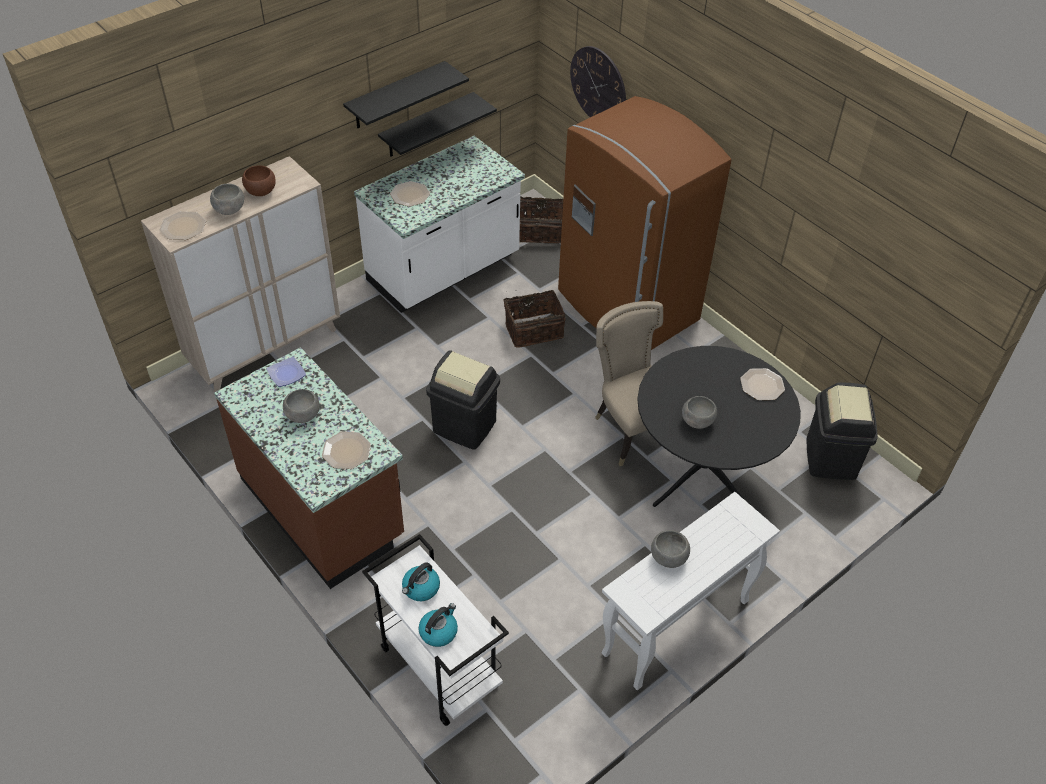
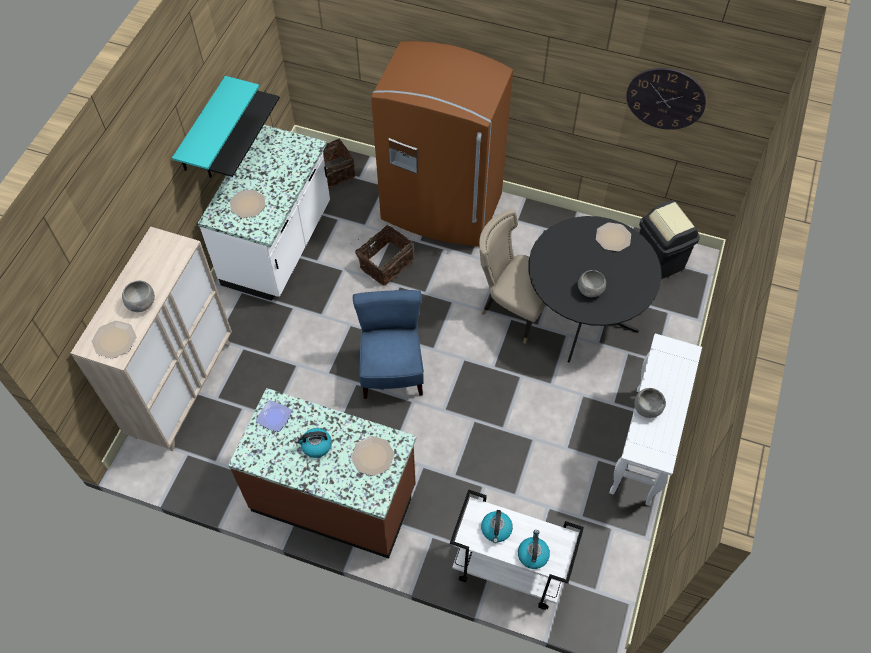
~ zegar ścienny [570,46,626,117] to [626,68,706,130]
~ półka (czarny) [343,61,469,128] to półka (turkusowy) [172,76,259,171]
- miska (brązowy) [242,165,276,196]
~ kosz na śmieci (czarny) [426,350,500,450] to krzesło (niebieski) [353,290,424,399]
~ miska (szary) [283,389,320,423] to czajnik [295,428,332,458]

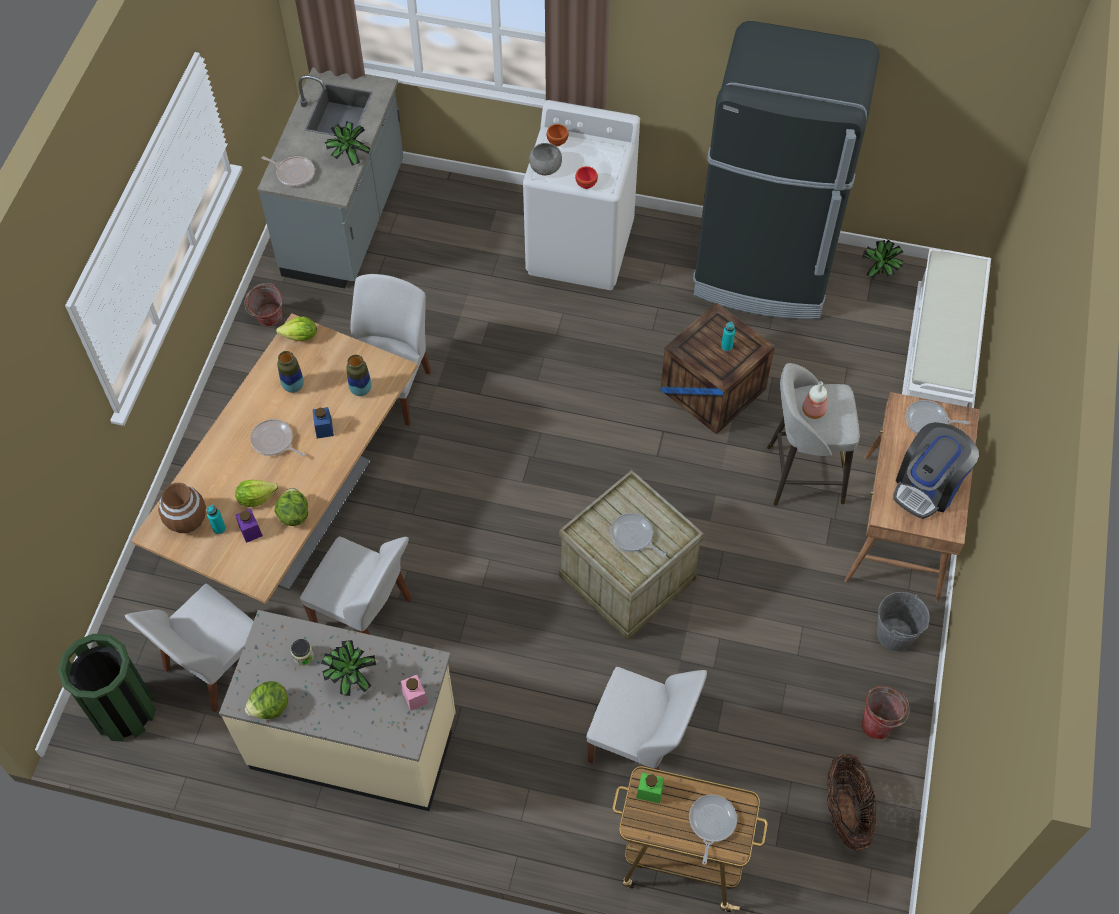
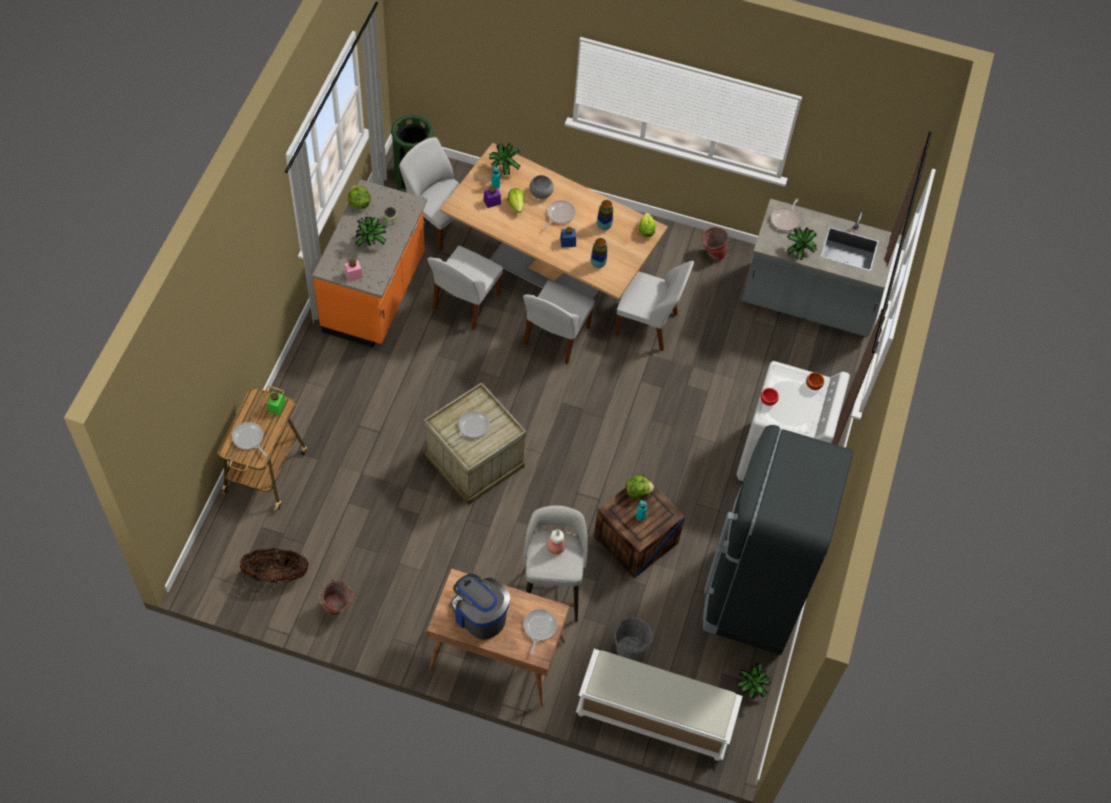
~ miska (szary) [529,143,562,175] to [530,175,554,199]
~ wazon (brązowy) [158,483,206,533] to roślina doniczkowa [489,143,521,175]
~ sałata [274,488,308,526] to [626,475,654,499]
~ wiadro (szary) [877,592,930,651] to [614,617,652,661]
~ zabudowa kuchenna (beżowy) [219,610,456,811] to zabudowa kuchenna (pomarańczowy) [312,180,427,347]
~ krzesło (biały) [586,667,707,770] to [523,280,595,364]
~ patelnia [689,795,737,865] = [232,422,267,456] 150 degrees counterclockwise

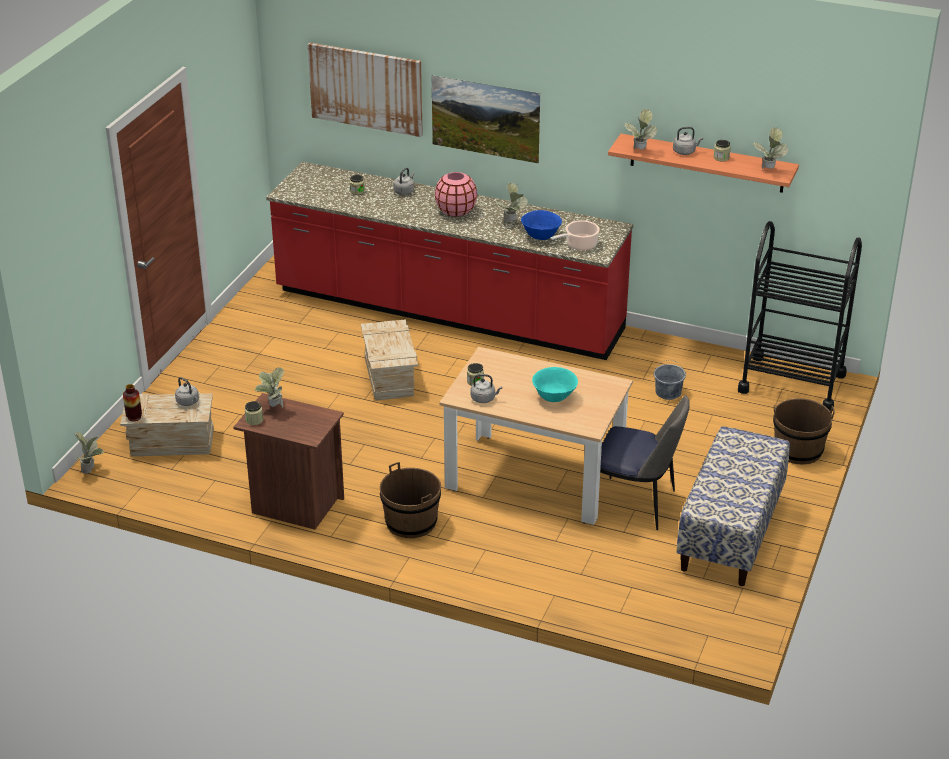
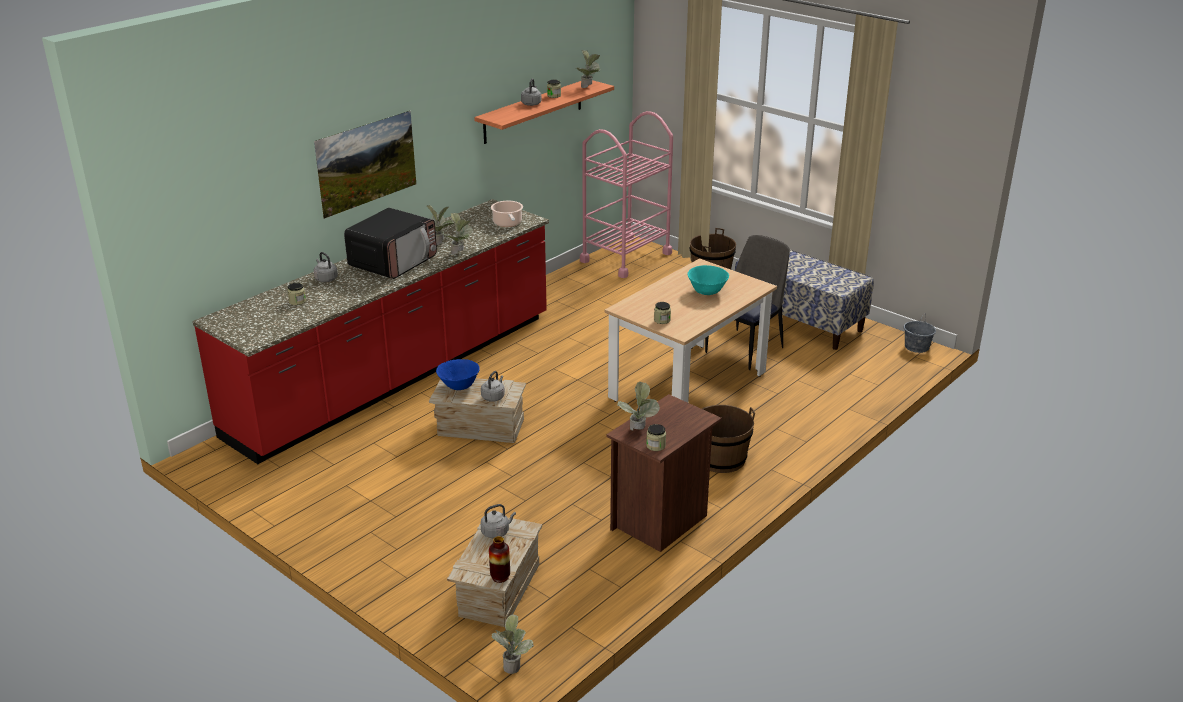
- obraz [307,42,423,137]
~ roślina doniczkowa [624,109,657,149] to [443,213,473,255]
~ wazon (różowy) [435,172,477,217] to mikrofalówka [344,208,437,279]
~ miska (niebieski) [521,210,562,240] to [436,359,480,390]
~ wózek (czarny) [738,221,862,411] to wózek (różowy) [580,111,673,278]
~ wiadro (szary) [654,360,686,400] to [904,313,936,353]
~ czajnik (szary) [471,374,502,403] to [481,371,505,402]

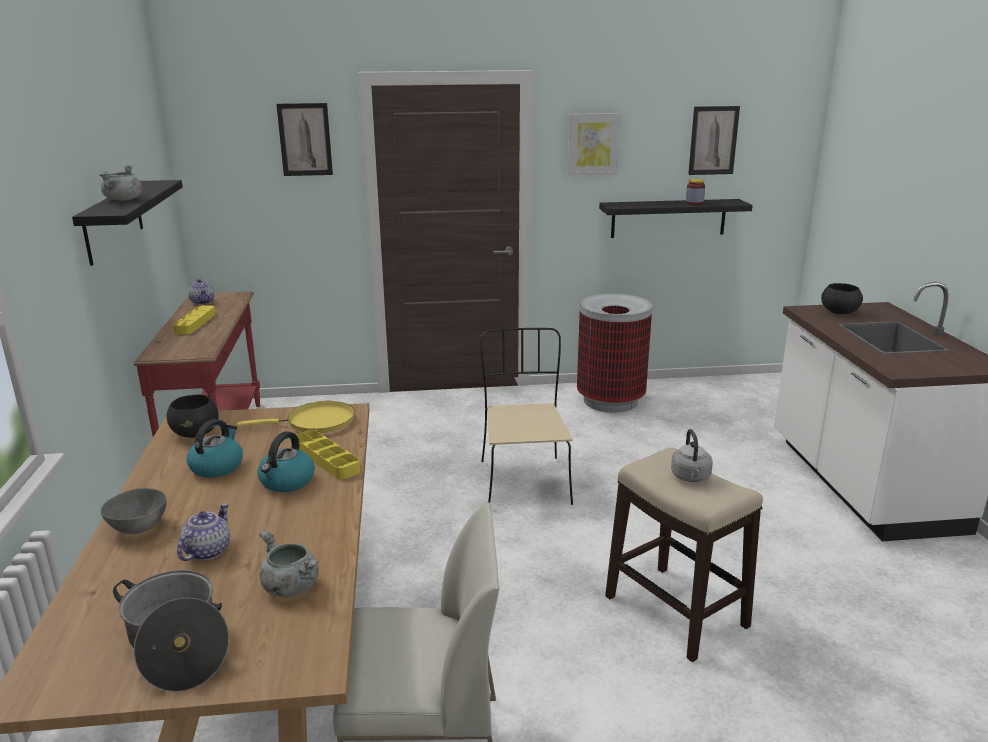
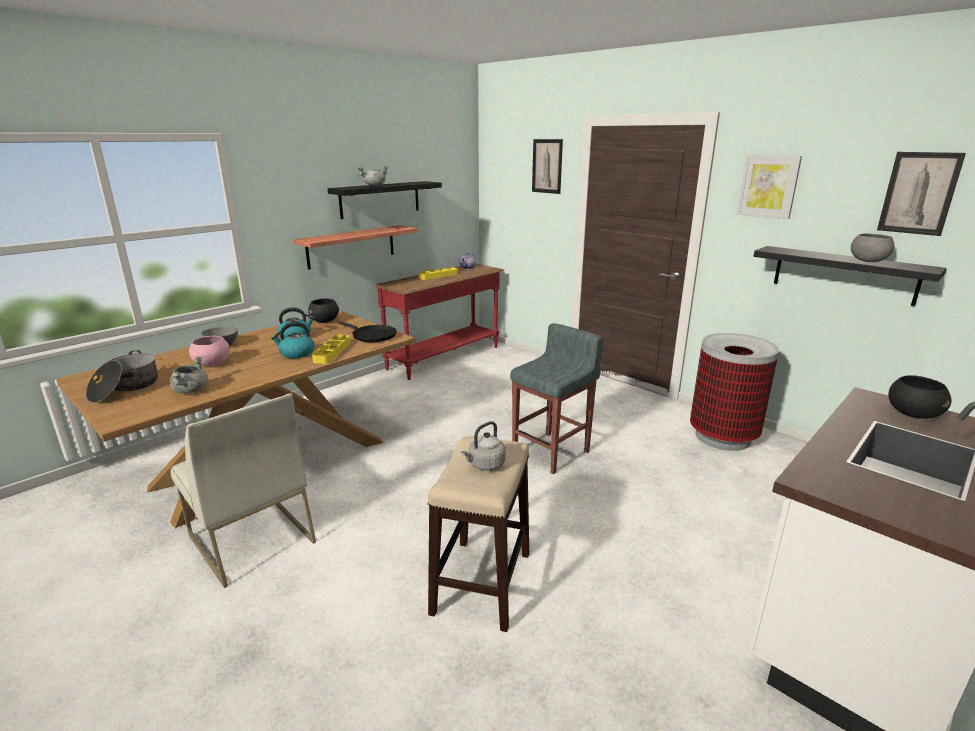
~ słoik [686,179,705,205] to miska (szary) [851,233,894,262]
~ krzesło (beżowy) [480,328,573,505] to stołek (szary) [510,323,604,474]
~ patelnia (żółty) [237,401,355,433] to patelnia (czarny) [339,322,397,342]
~ imbryk [177,503,230,561] to miska (różowy) [189,336,230,366]
+ półka [293,225,418,270]

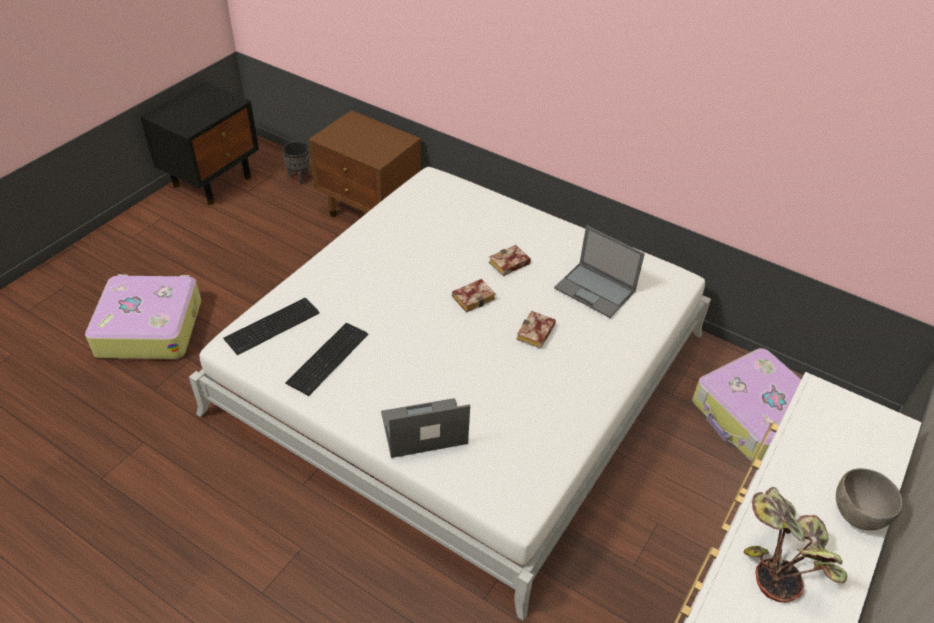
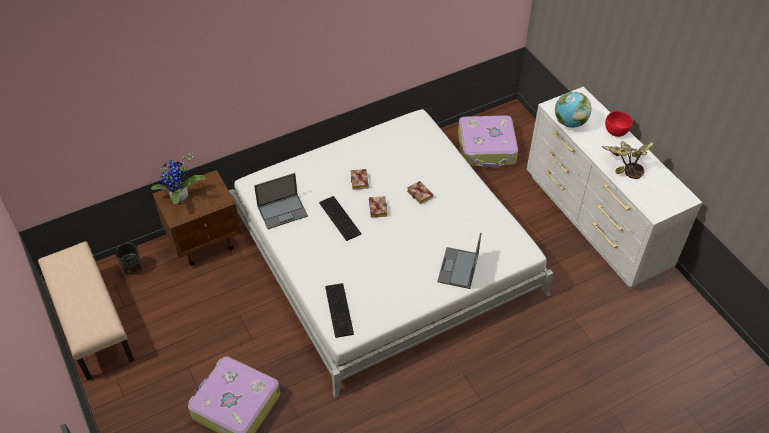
~ szafka nocna (czarny) [140,81,259,205] to ławka (beżowy) [38,241,134,380]
~ laptop [554,226,645,318] to [254,173,308,229]
~ klawiatura [285,323,368,396] to [319,196,361,241]
~ miska (szary) [836,468,903,531] to miska (czerwony) [605,111,633,137]
+ globus [555,92,592,128]
+ roślina doniczkowa [151,152,206,204]

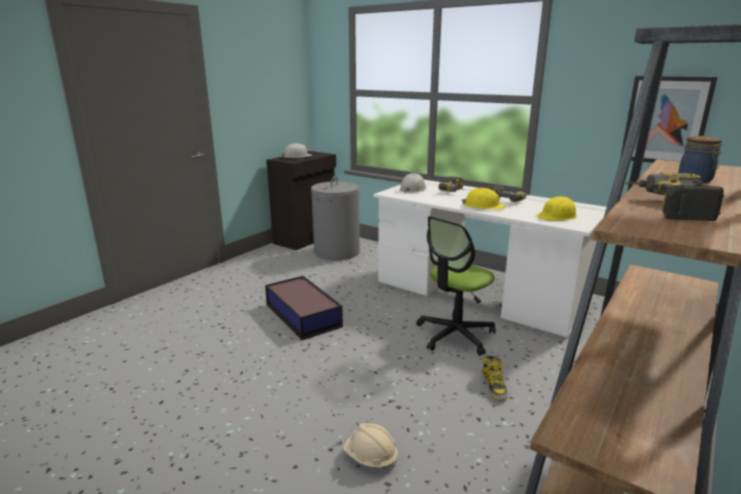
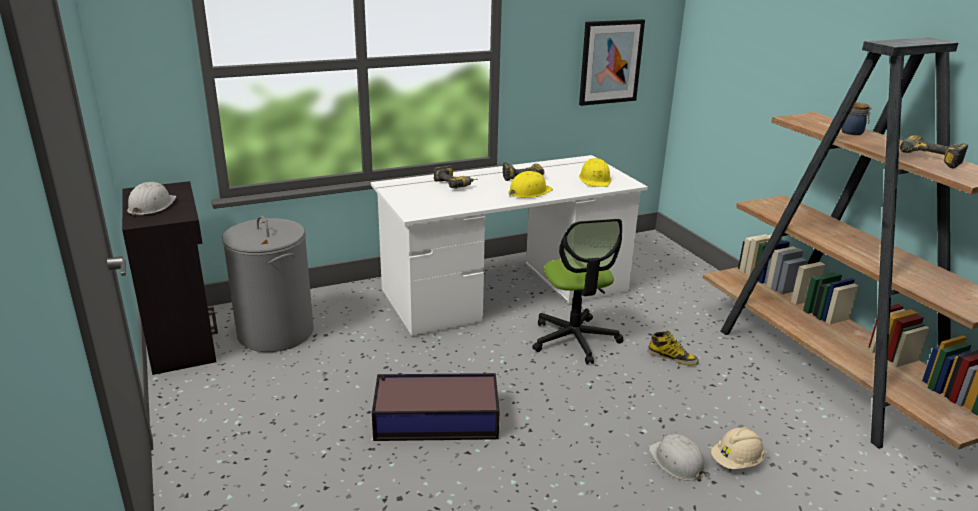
~ kask (biały) [399,173,427,194] to [648,434,706,482]

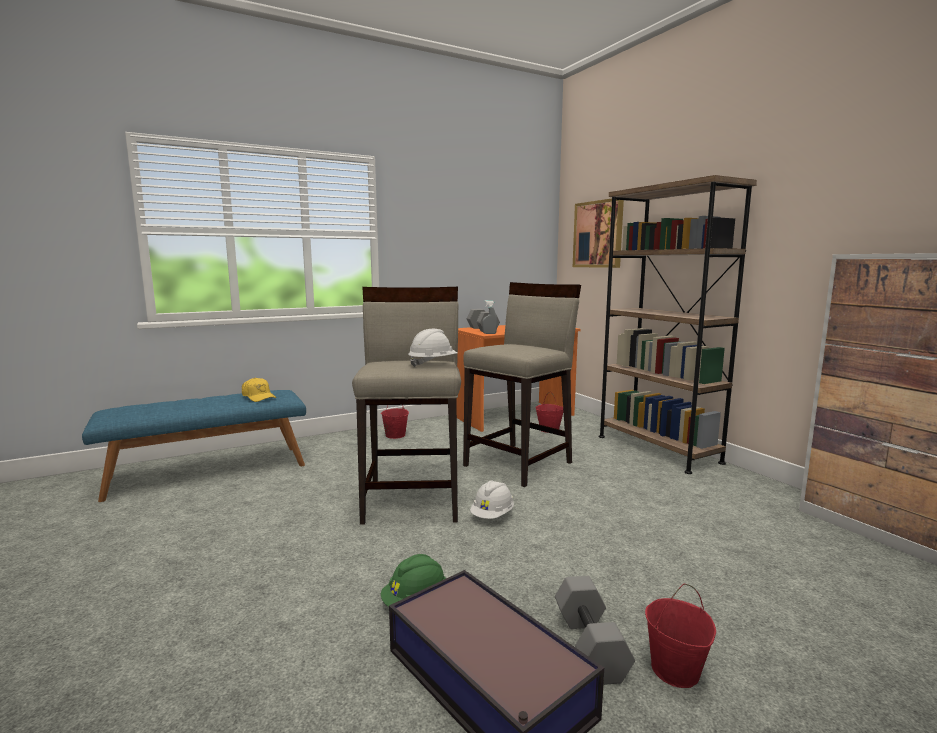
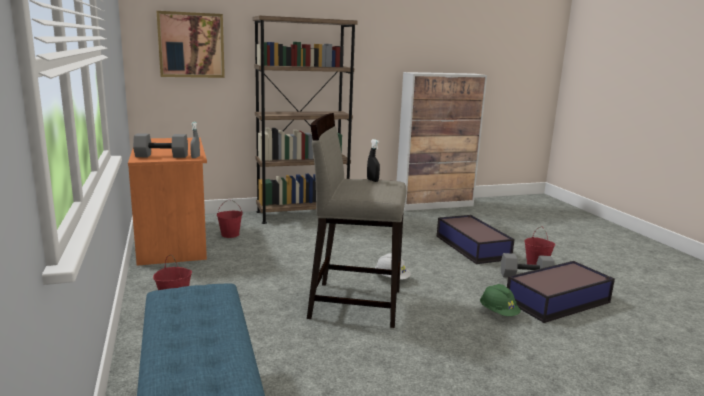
- stołek (beżowy) [463,282,581,487]
~ kask (biały) [408,329,458,367] to spryskiwacz (czarny) [367,139,380,182]
- czapka z daszkiem (żółty) [242,377,276,402]
+ pojemnik do przechowywania [437,215,515,264]

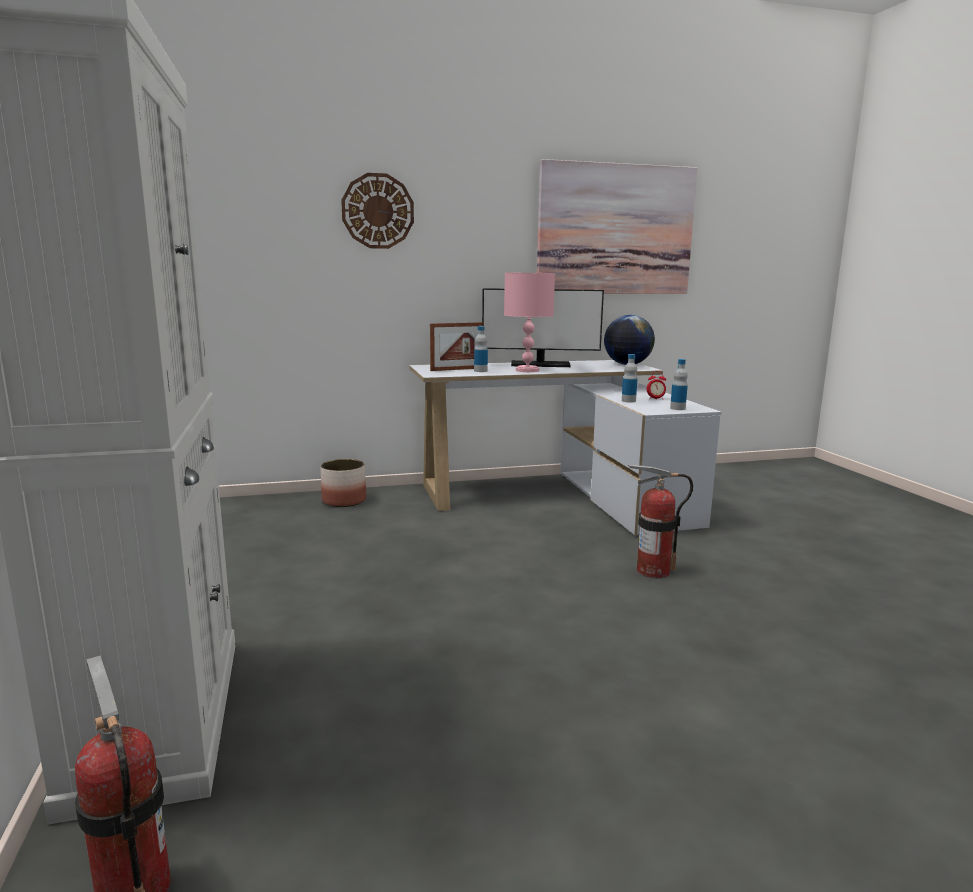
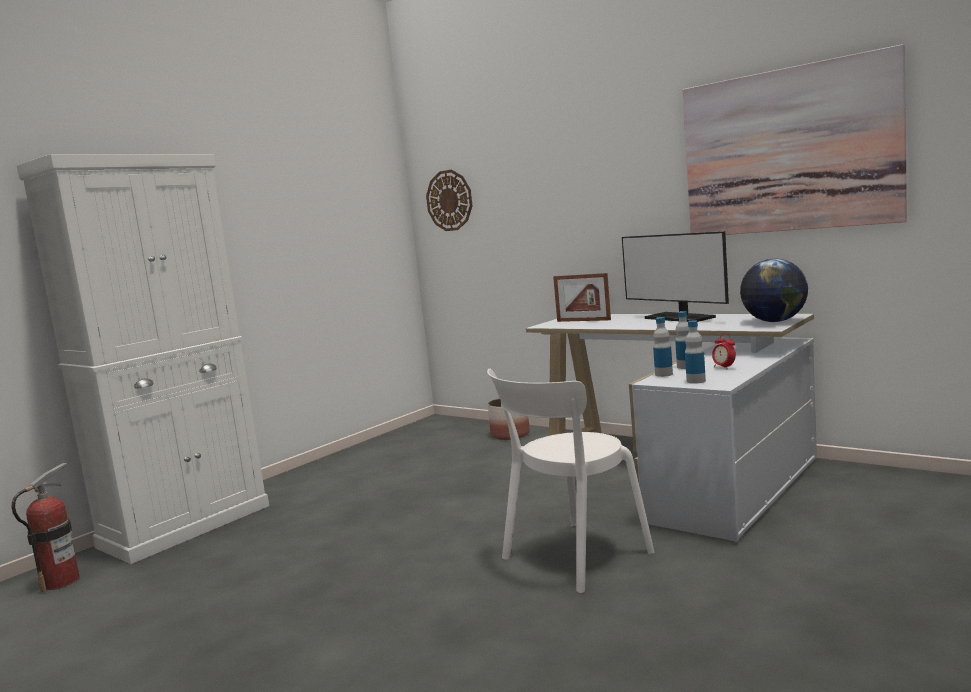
~ zegar ścienny [341,173,414,249] to [426,170,472,231]
- lampa stołowa (różowy) [504,273,555,372]
~ butelka [474,326,488,372] to [653,317,673,377]
~ gaśnica [628,464,693,578] to krzesło (biały) [487,369,654,593]

